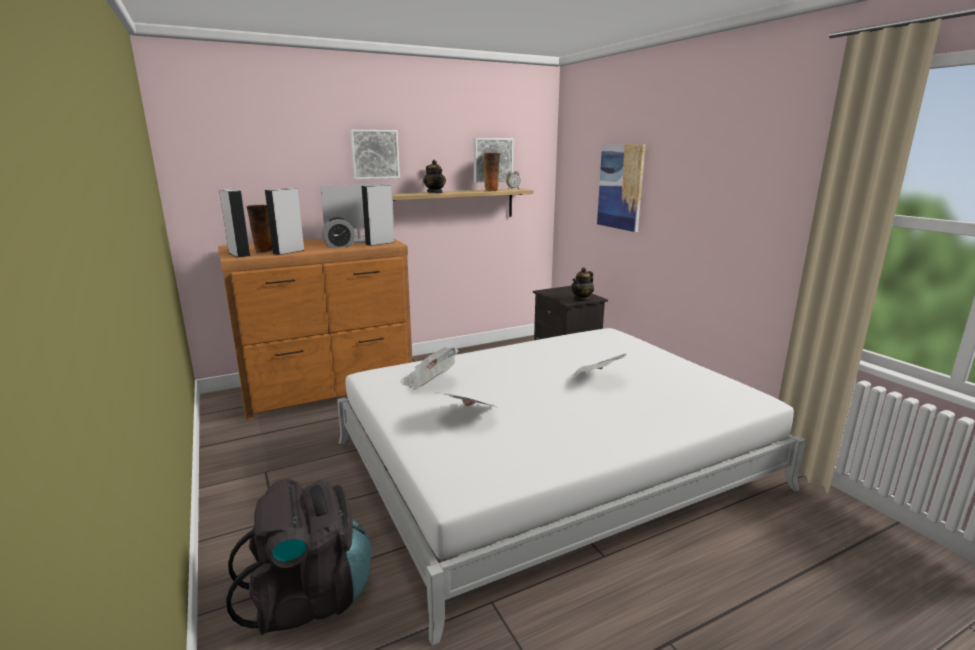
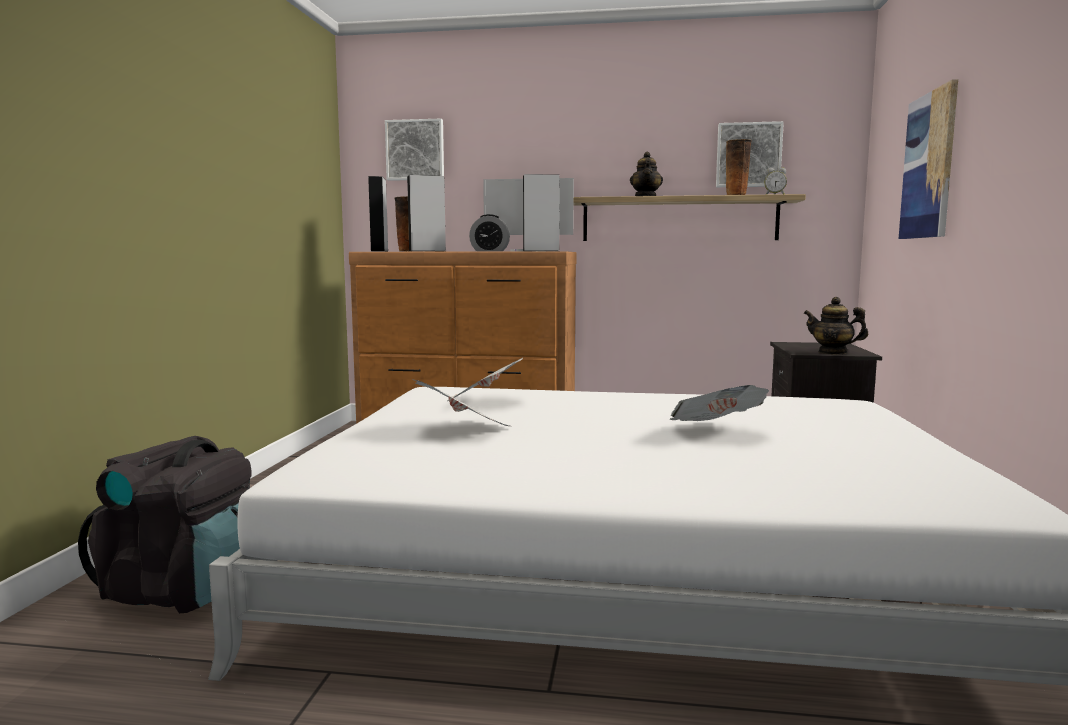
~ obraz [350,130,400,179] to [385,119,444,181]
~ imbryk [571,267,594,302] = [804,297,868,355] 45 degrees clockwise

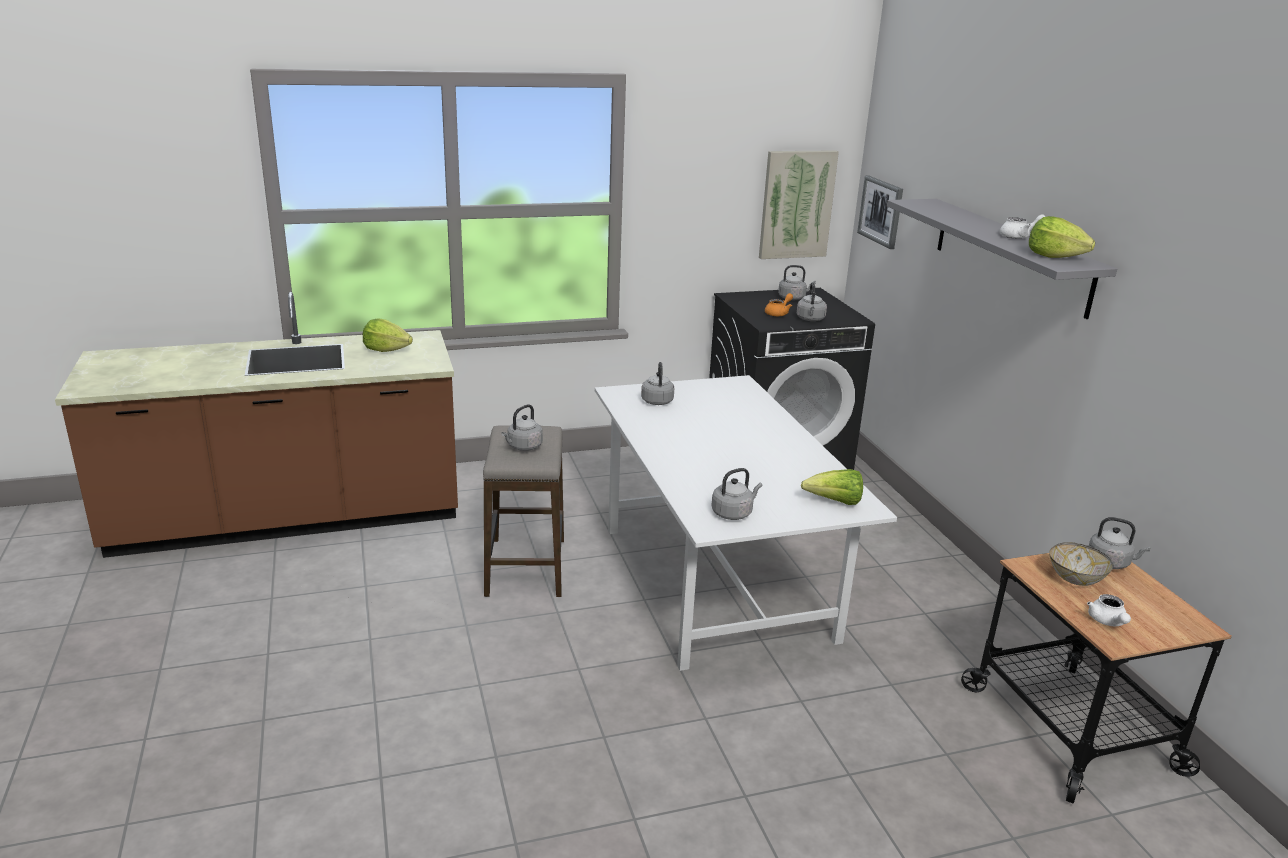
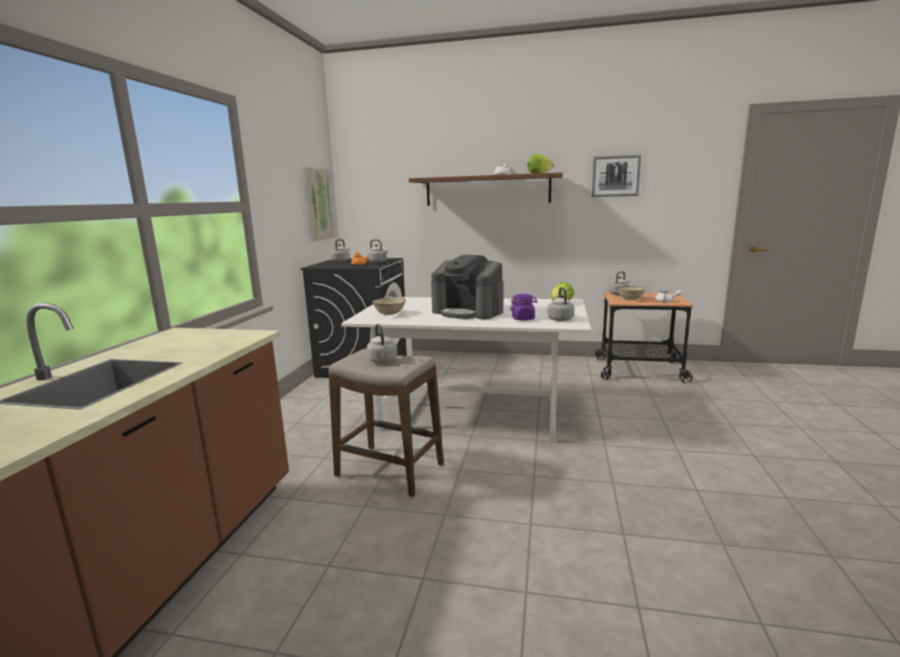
~ obraz [857,176,903,249] to [592,155,641,197]
~ półka (szary) [887,199,1117,319] to półka (brązowy) [409,172,563,206]
- sałata [363,318,413,352]
~ czajnik (szary) [641,362,674,405] to miska [372,297,406,315]
+ ekspres do kawy [431,255,503,319]
+ słoik (fioletowy) [510,294,537,320]

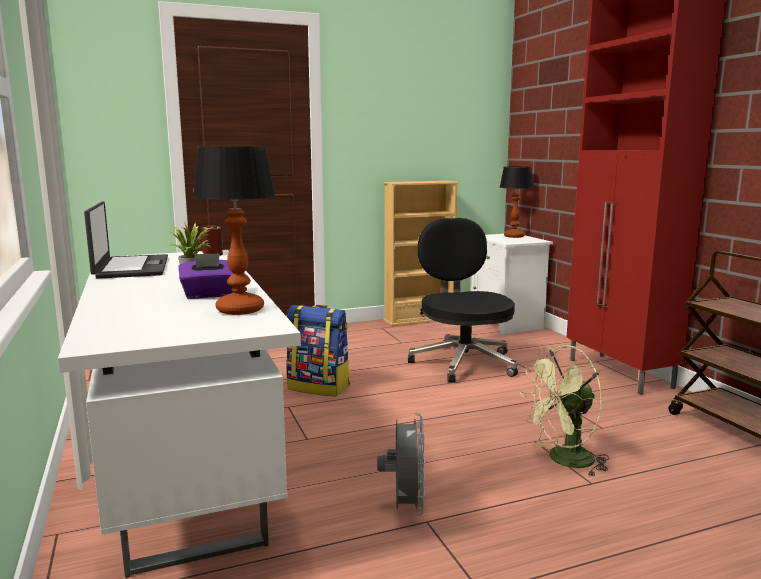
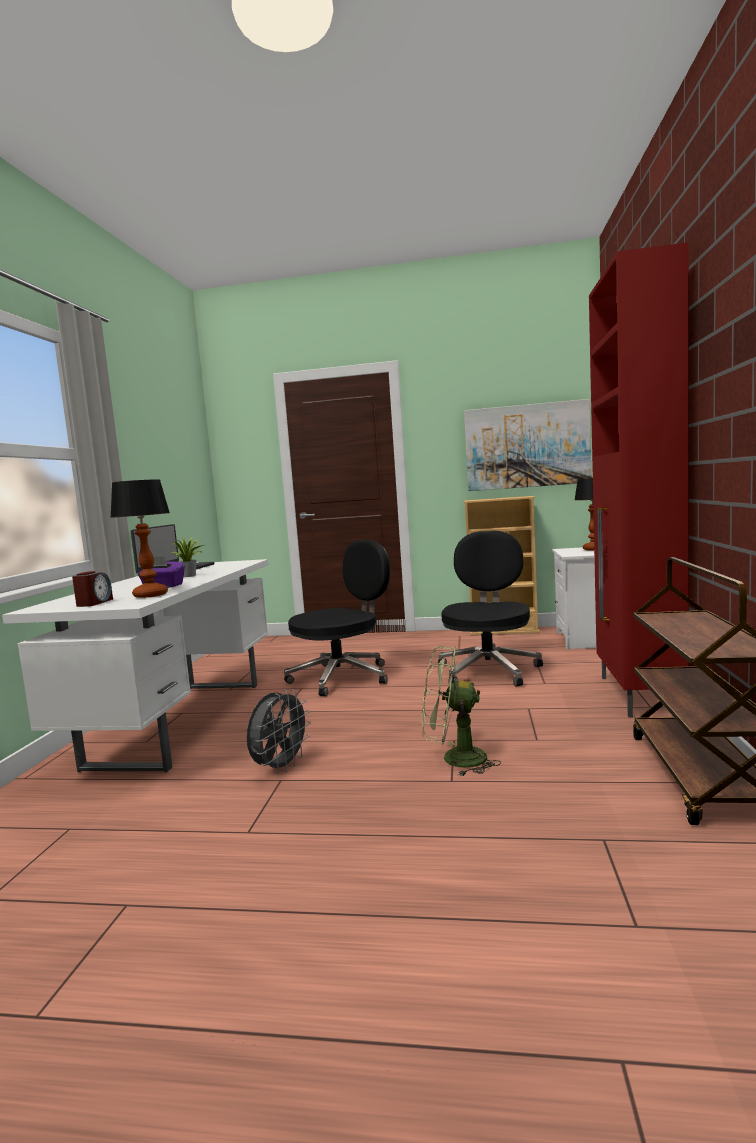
~ budzik [201,225,223,256] to [72,571,113,607]
~ plecak [286,305,350,397] to krzesło biurowe (czarny) [284,540,390,696]
+ obraz [464,399,592,491]

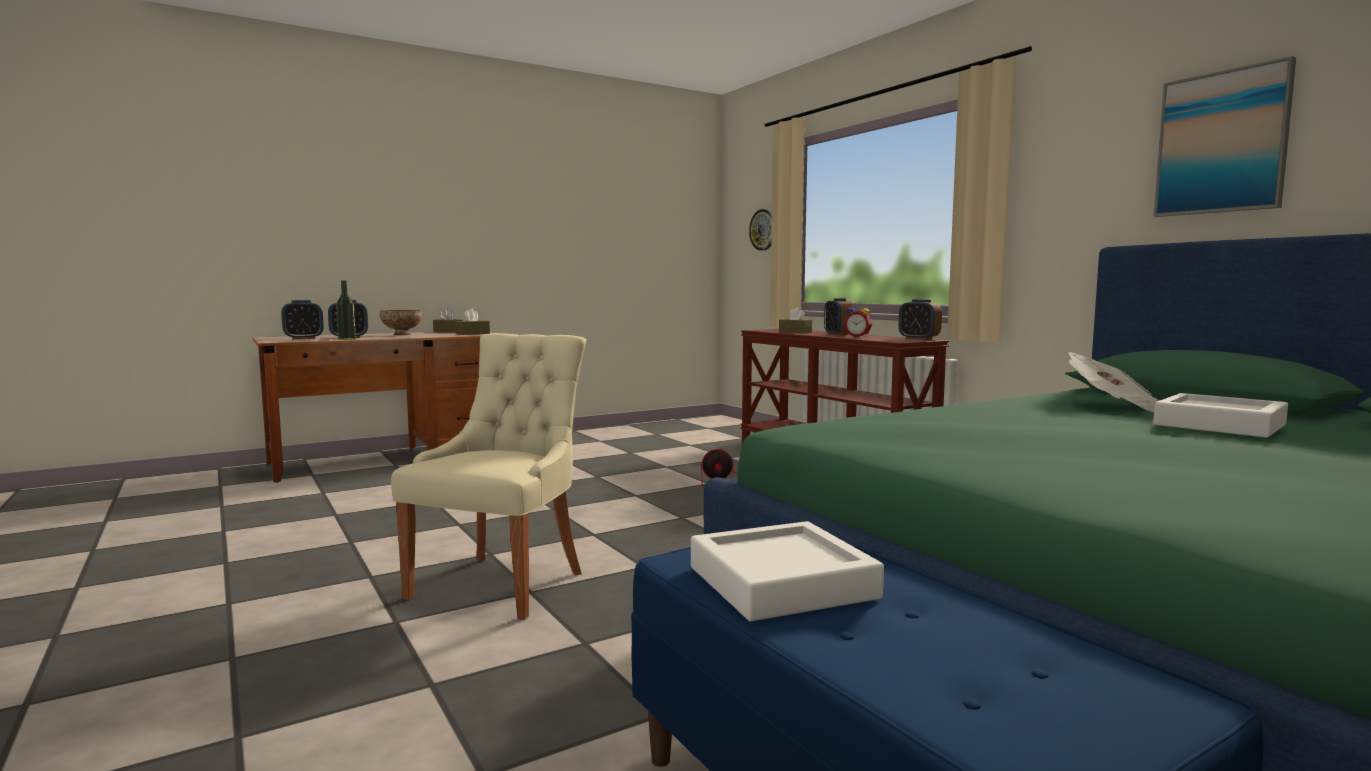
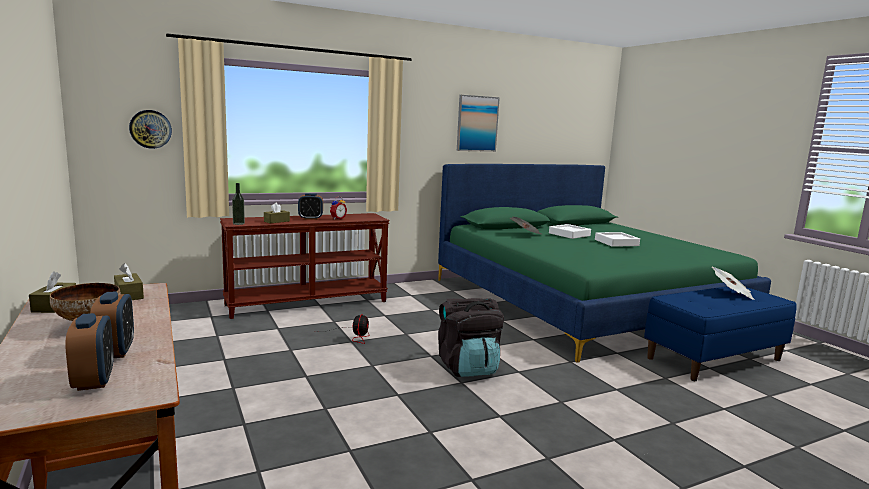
~ butelka [336,280,356,340] to [232,183,245,225]
- budzik [899,299,942,340]
- krzesło (beżowy) [391,333,587,620]
~ taca (biały) [691,521,884,621] to [595,232,640,247]
+ gazeta [712,267,754,300]
+ plecak (czarny) [438,298,504,377]

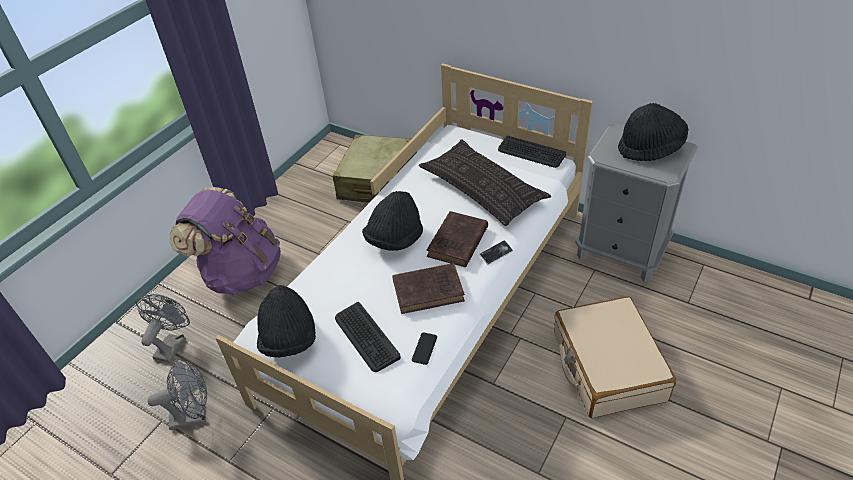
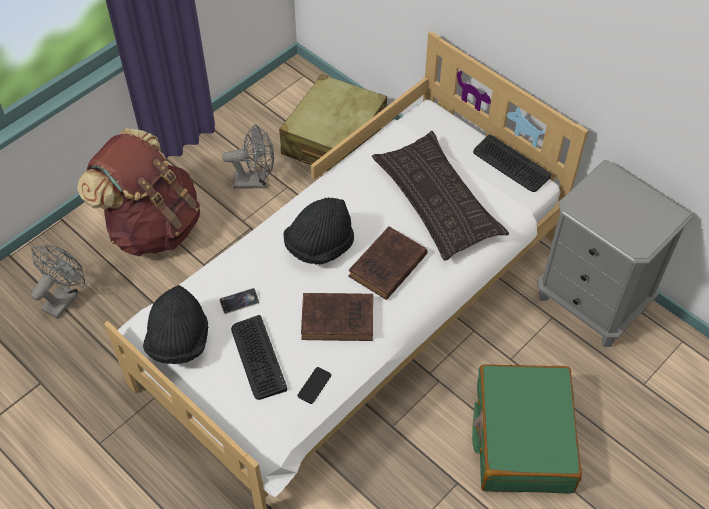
- kapelusz (czarny) [618,103,688,161]
~ plecak (fioletowy) [170,187,281,295] to plecak (brązowy) [77,128,200,256]
~ telefon [479,240,513,265] to [219,288,259,314]
~ walizka (beżowy) [554,296,676,418] to walizka (zielony) [472,365,582,493]
~ wentylator (szary) [147,358,207,430] to [222,124,274,189]

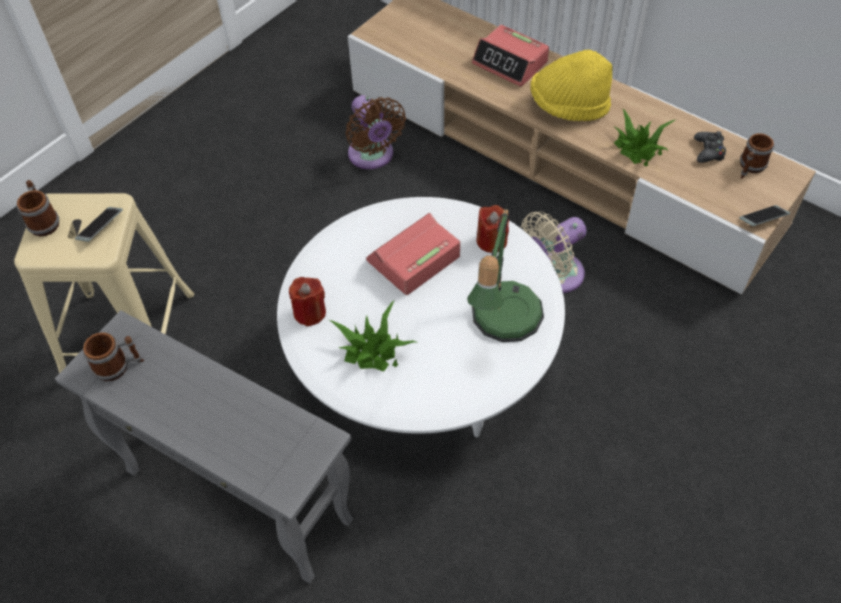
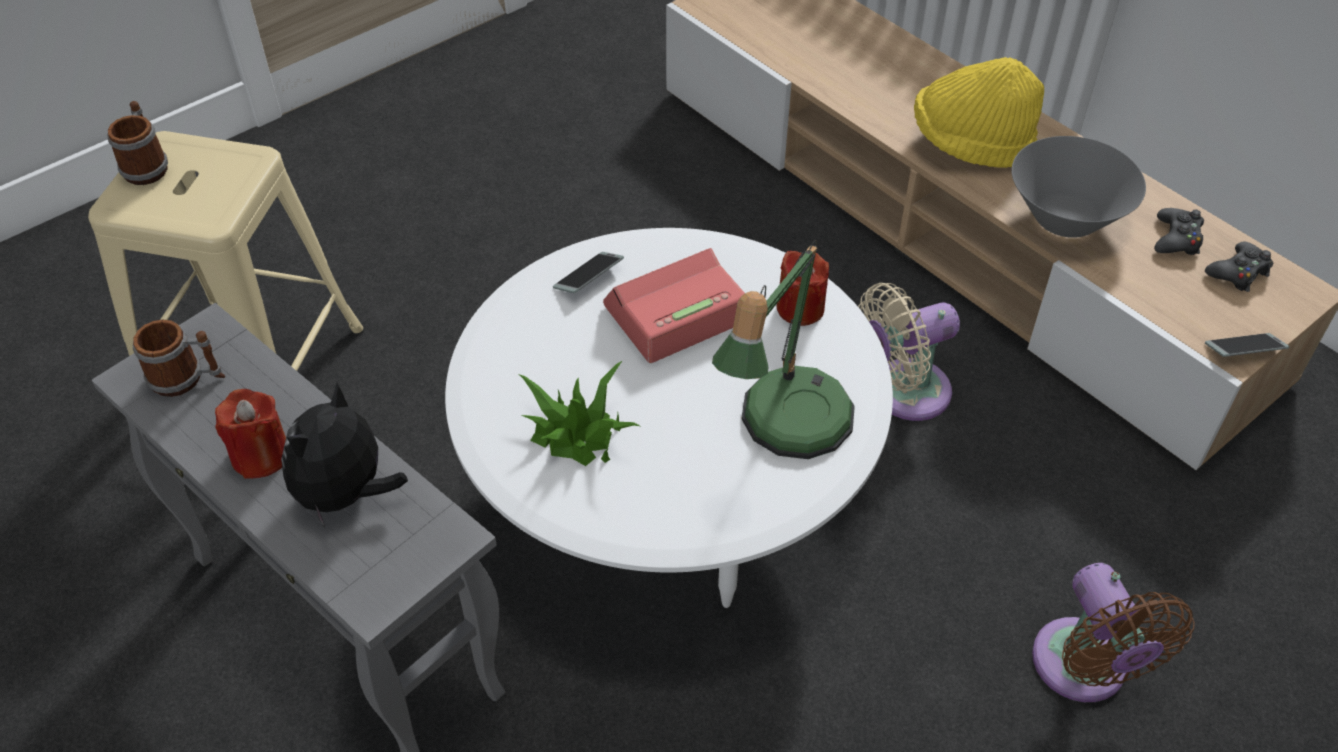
- budzik [472,25,549,87]
~ wentylator (brązowy) [346,95,406,169] to [1032,563,1195,702]
~ roślina doniczkowa [614,108,677,166] to miska (szary) [1012,136,1146,238]
~ kubek [740,133,774,179] to pad do gier (czarny) [1205,241,1274,292]
~ telefon [75,207,123,242] to [553,252,624,293]
~ świeca (czerwony) [289,277,326,327] to [215,389,286,479]
+ pluszak [281,382,408,527]

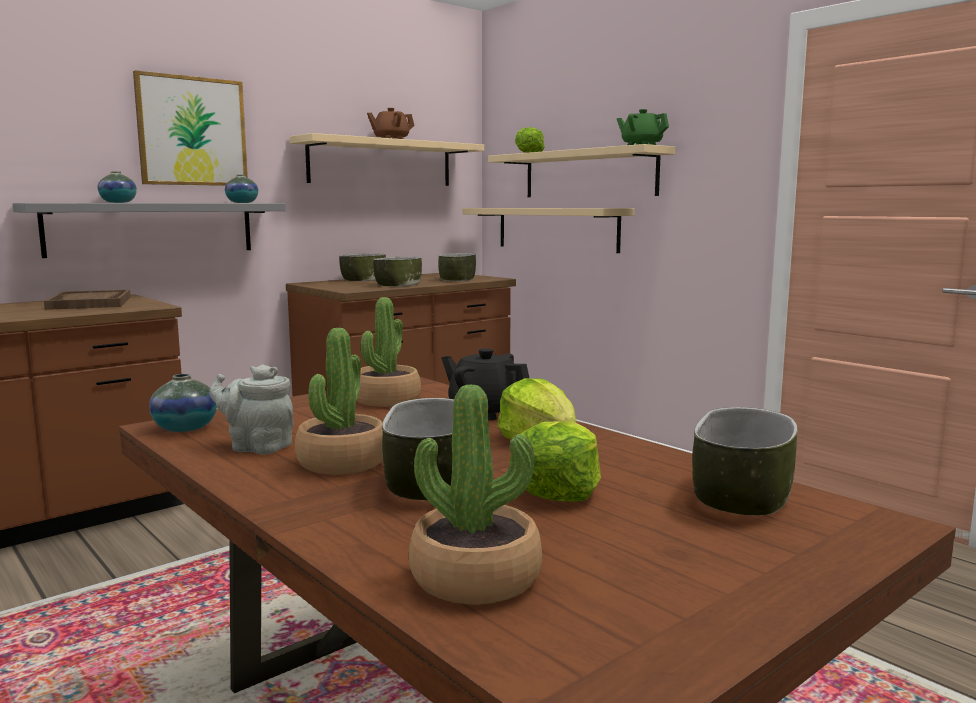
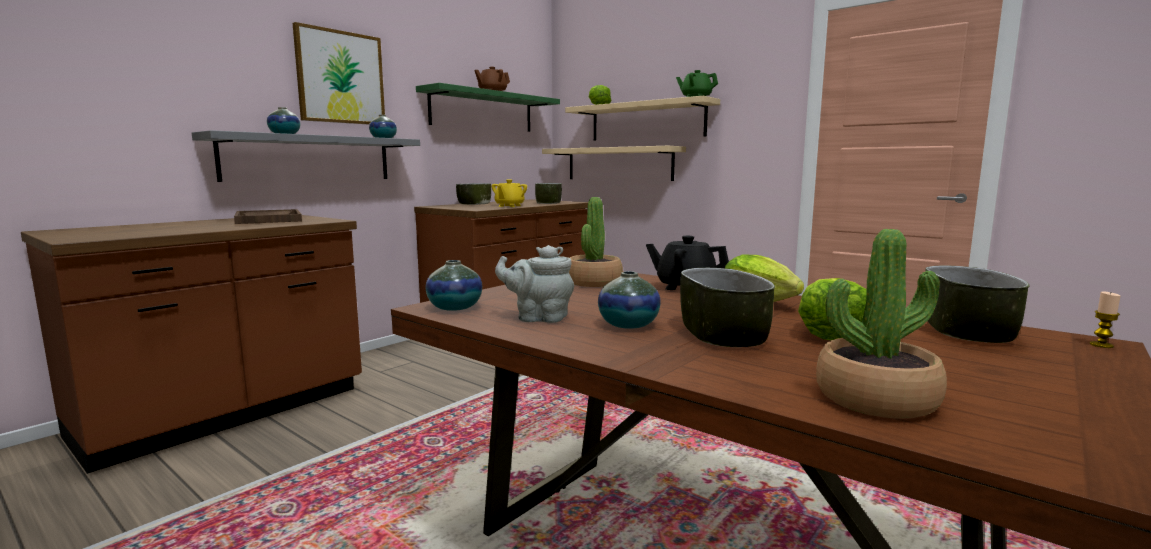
~ półka (beżowy) [290,133,484,186] to półka (zielony) [416,83,560,132]
~ miska [373,257,422,287] to imbryk (żółty) [492,179,527,207]
~ roślina doniczkowa [295,328,383,475] to wazon [598,271,661,329]
+ świeca [1089,291,1120,348]

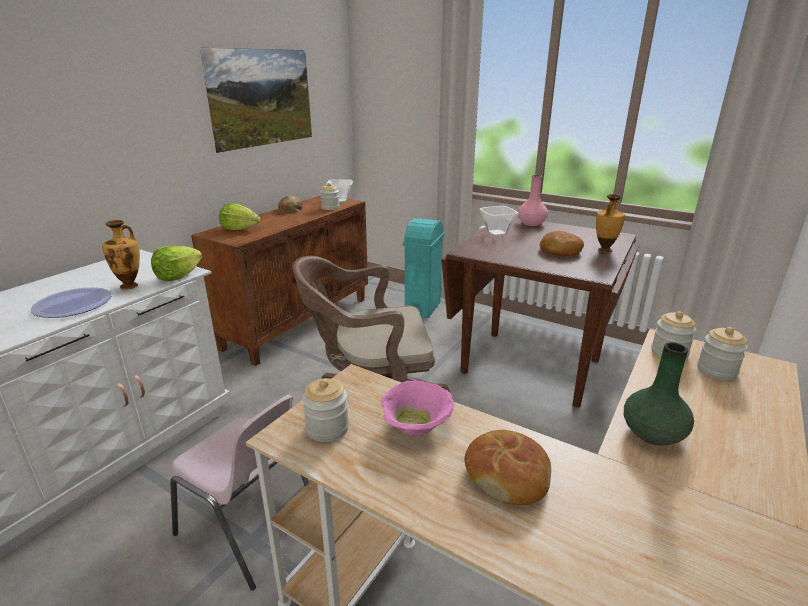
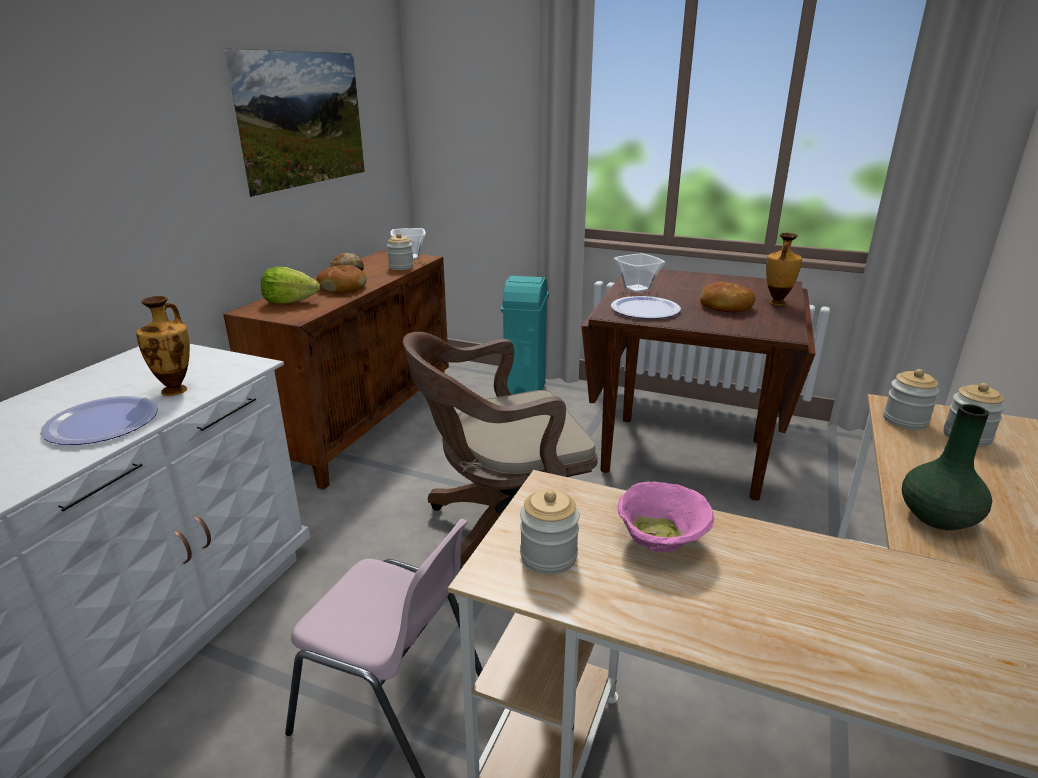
- wazon (różowy) [518,175,548,226]
- sałata [151,246,202,281]
~ chleb [465,430,551,505] to [316,265,367,293]
+ talerz [611,296,681,319]

